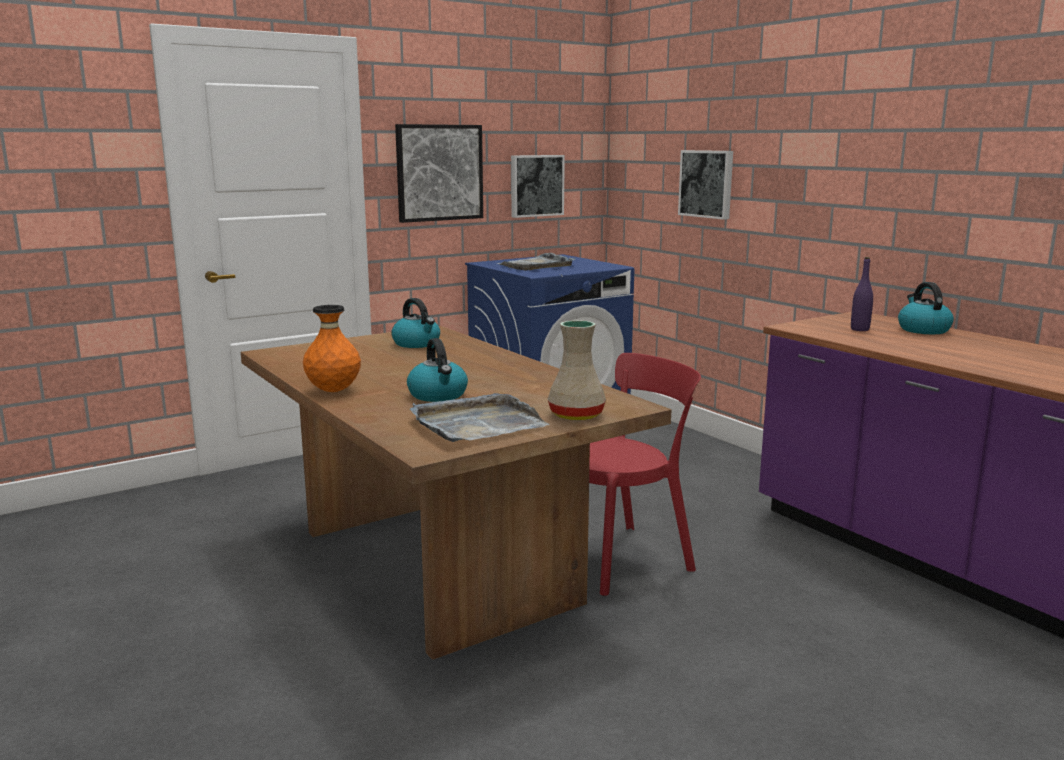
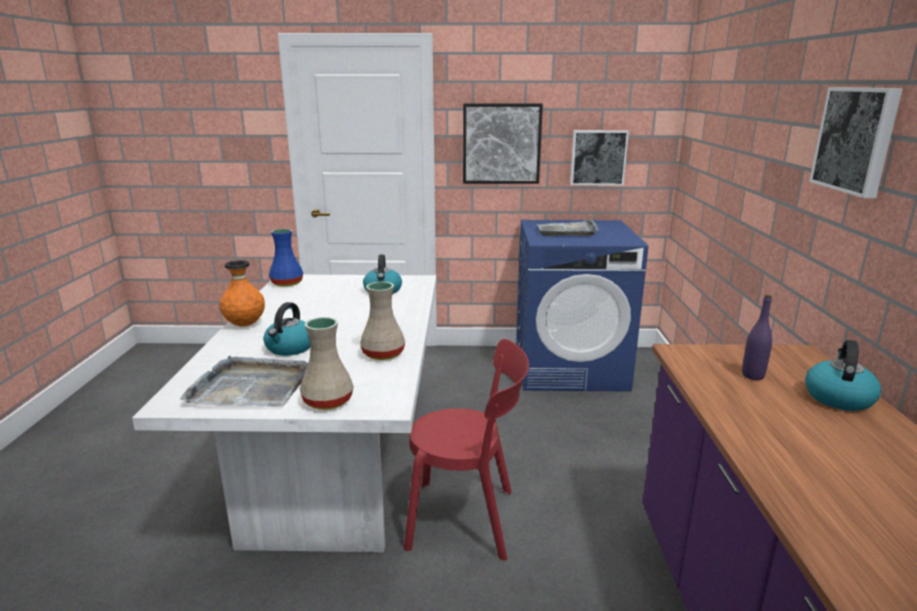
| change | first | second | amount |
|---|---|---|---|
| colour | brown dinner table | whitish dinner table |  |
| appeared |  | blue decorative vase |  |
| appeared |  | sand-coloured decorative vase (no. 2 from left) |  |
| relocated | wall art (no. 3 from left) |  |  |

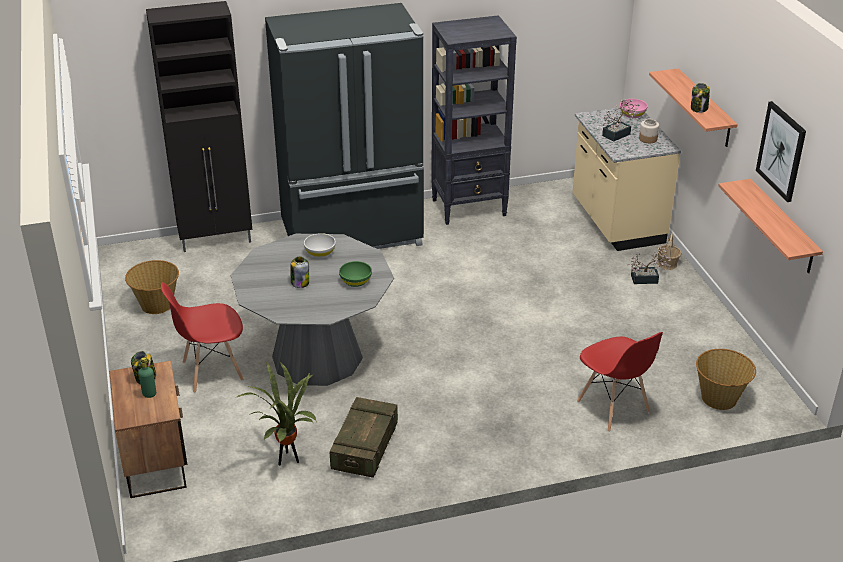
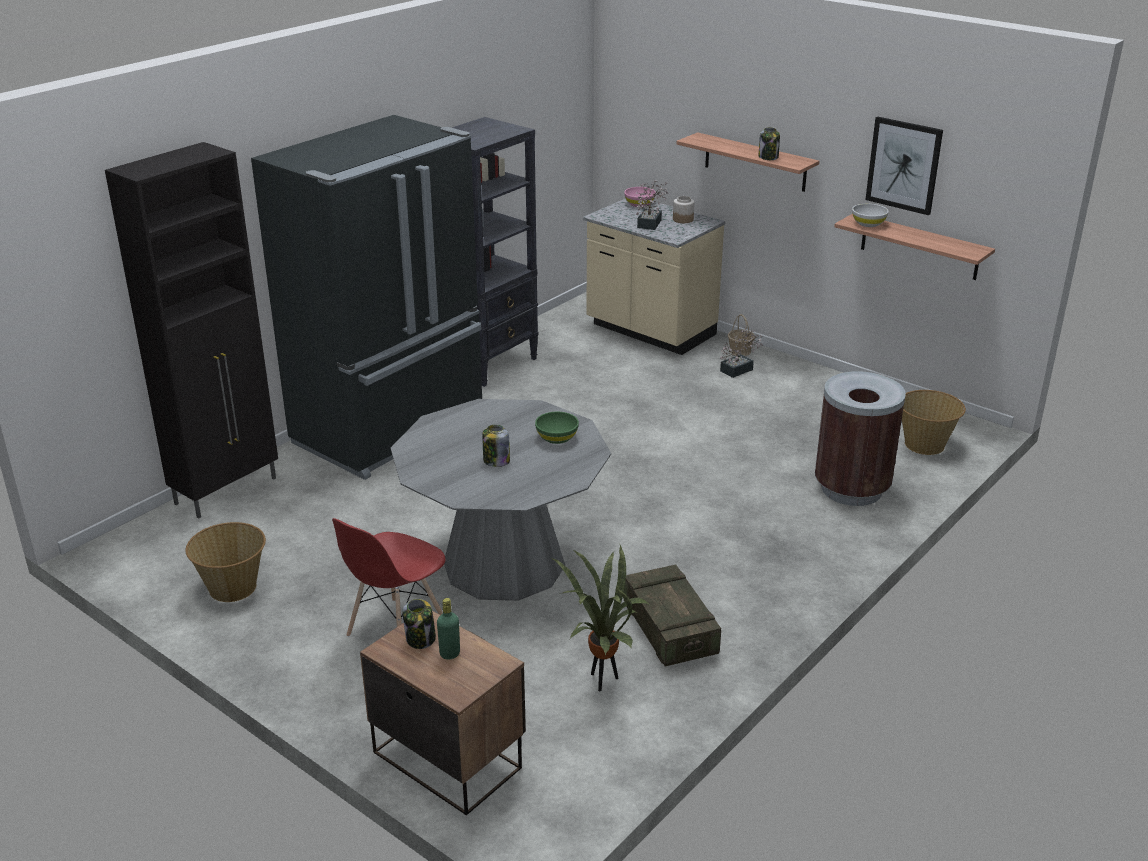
| change | first | second | amount |
|---|---|---|---|
| exchanged | red-coloured chair (no. 2 from left) | brown waste bin |  |
| relocated | whitish deep dish |  |  |

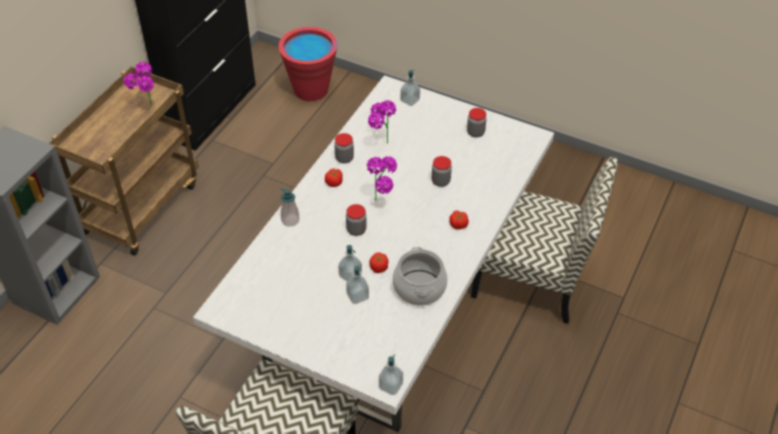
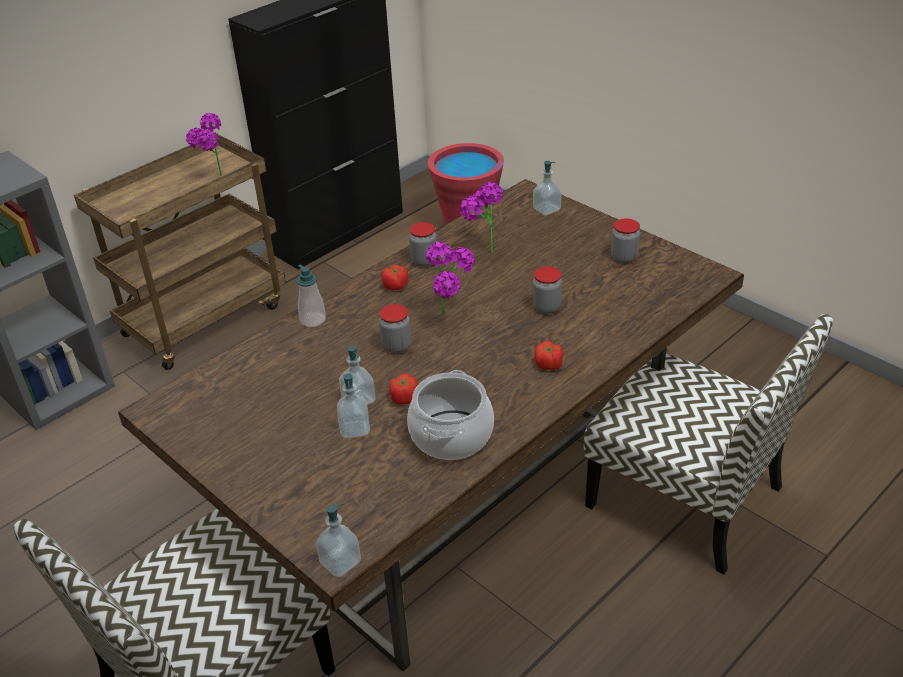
| change | first | second | amount |
|---|---|---|---|
| colour | whitish dinner table | brown dinner table |  |

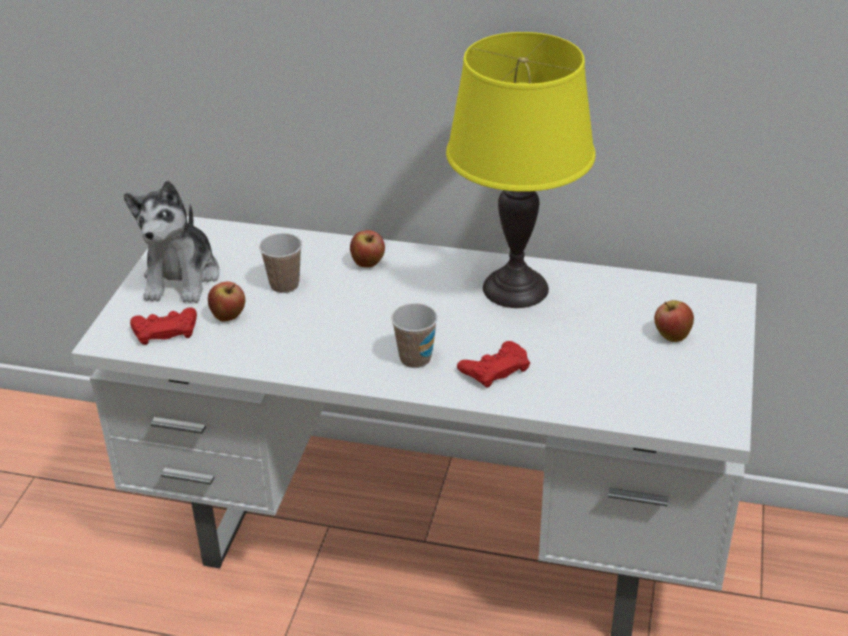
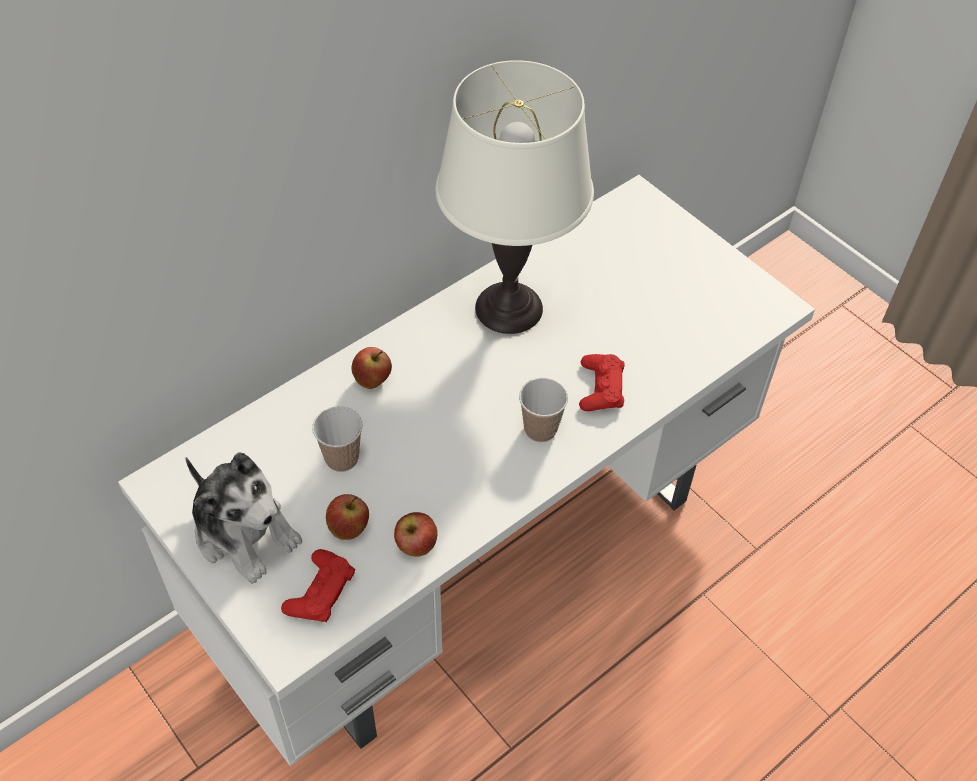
| change | first | second | amount |
|---|---|---|---|
| relocated | apple (no. 3 from left) |  |  |
| colour | yellowish lamp for a table | whitish lamp for a table |  |

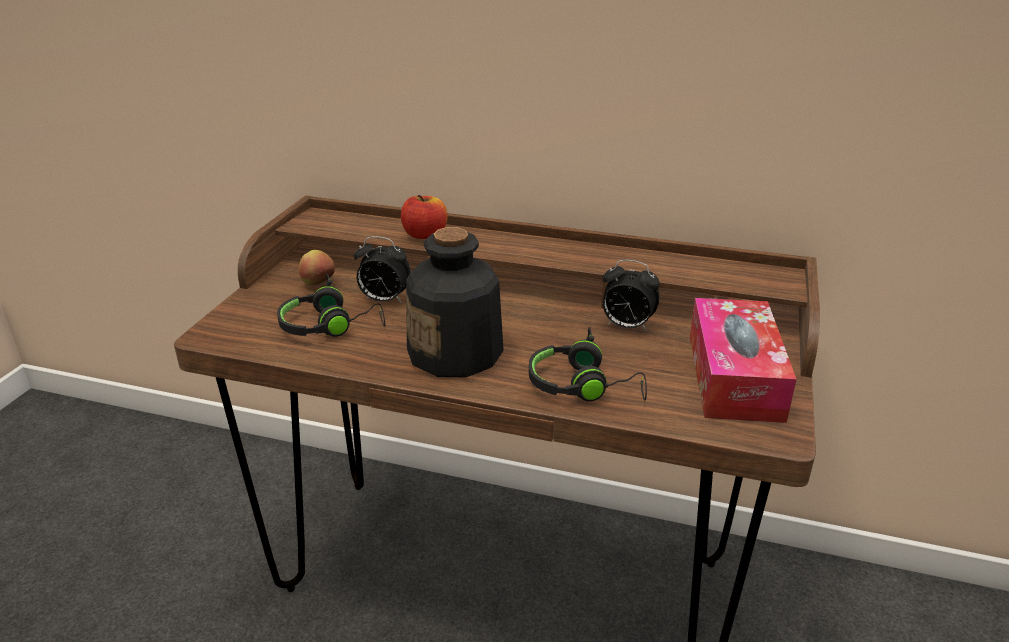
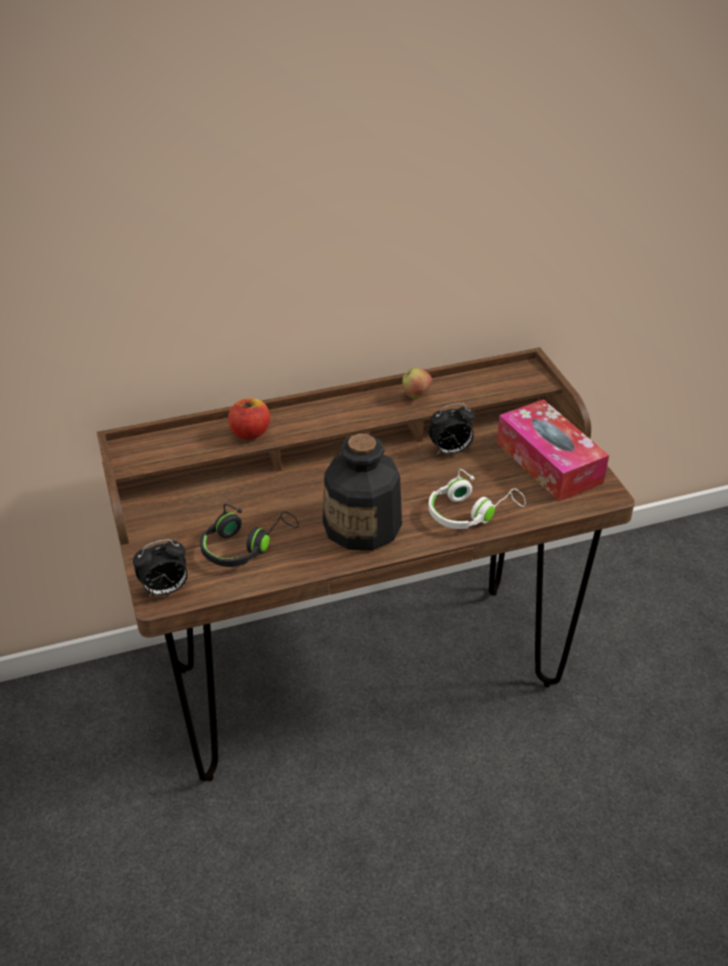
| change | first | second | amount |
|---|---|---|---|
| relocated | table clock (no. 1 from left) |  |  |
| relocated | apple (no. 1 from left in the first image) | apple (no. 2 from left) |  |
| colour | blackish headset (no. 2 from left) | whitish headset |  |

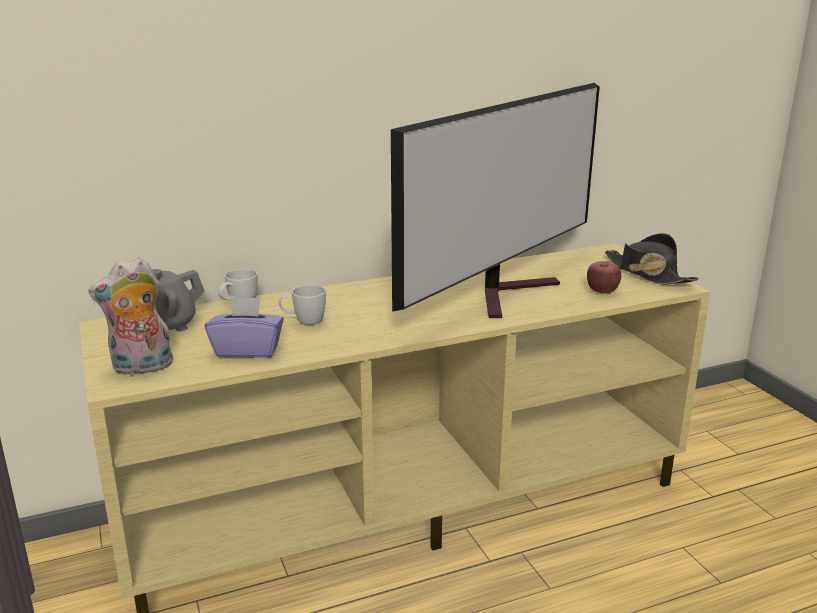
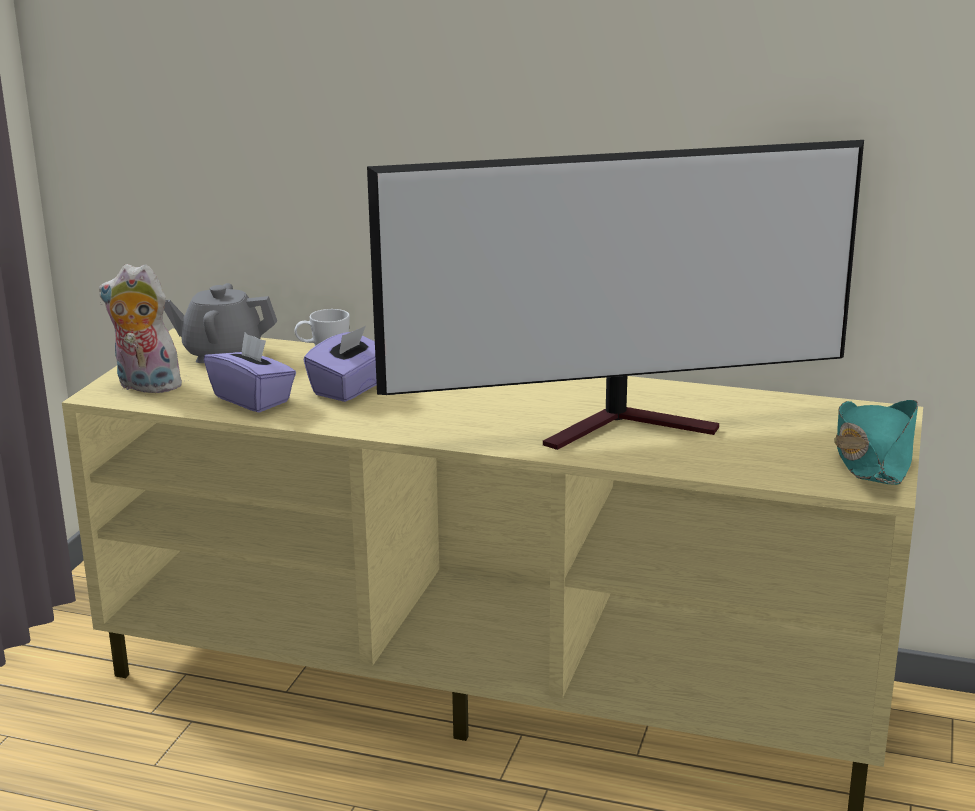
| change | first | second | amount |
|---|---|---|---|
| exchanged | whitish mug (no. 2 from left) | purple-coloured box of tissues (no. 2 from left) |  |
| colour | blackish wearable hat | turquoise wearable hat |  |
| missing | apple |  |  |

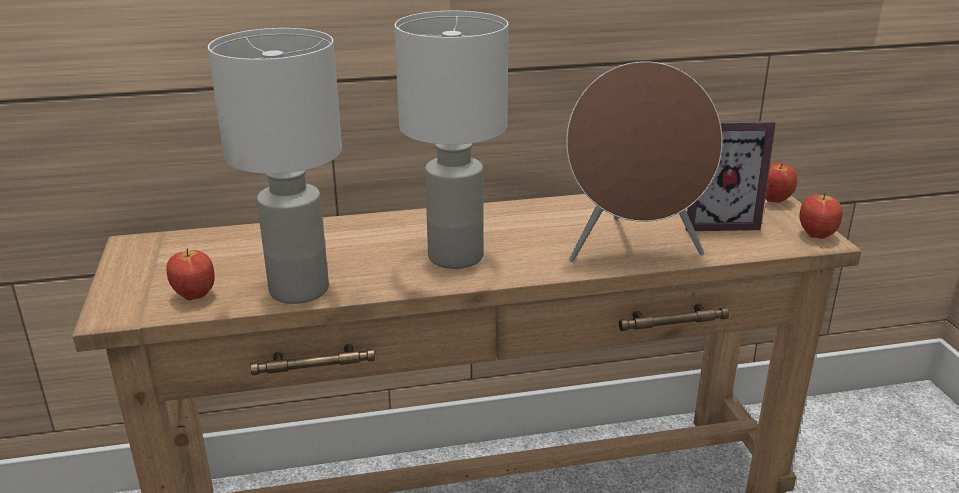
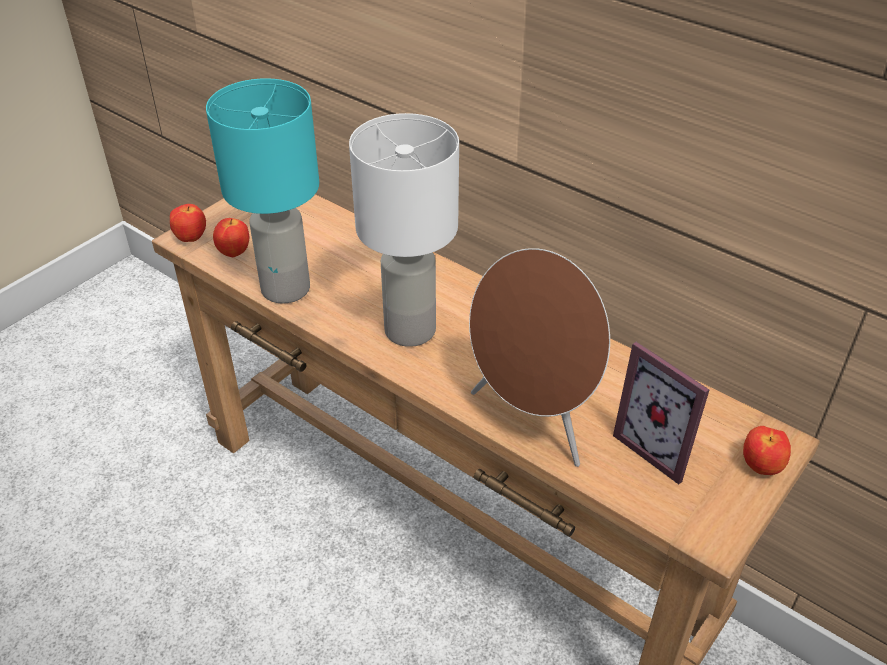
| change | first | second | amount |
|---|---|---|---|
| relocated | apple (no. 3 from left in the first image) | apple (no. 1 from left) |  |
| colour | whitish lamp for a table (no. 1 from left) | turquoise lamp for a table |  |

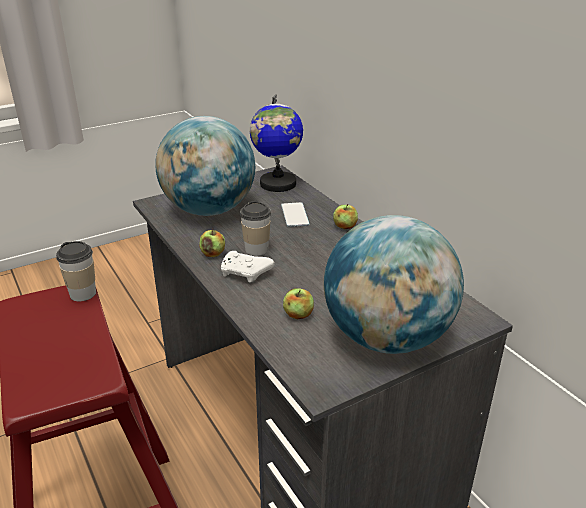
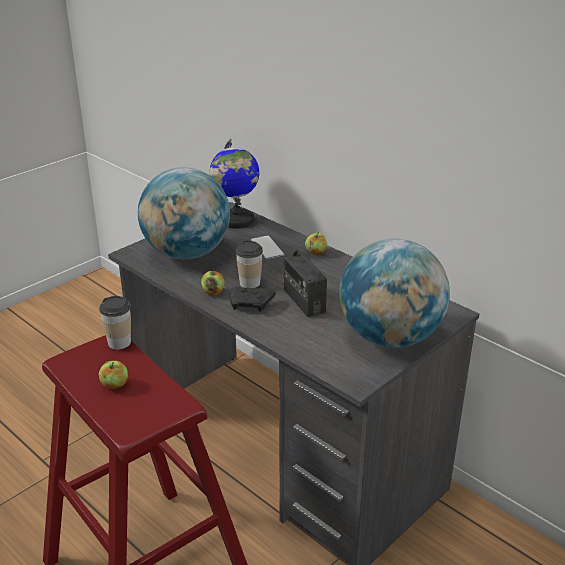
| change | first | second | amount |
|---|---|---|---|
| relocated | apple (no. 2 from left in the first image) | apple (no. 1 from left) |  |
| colour | whitish game controller | blackish game controller |  |
| appeared |  | radio receiver |  |

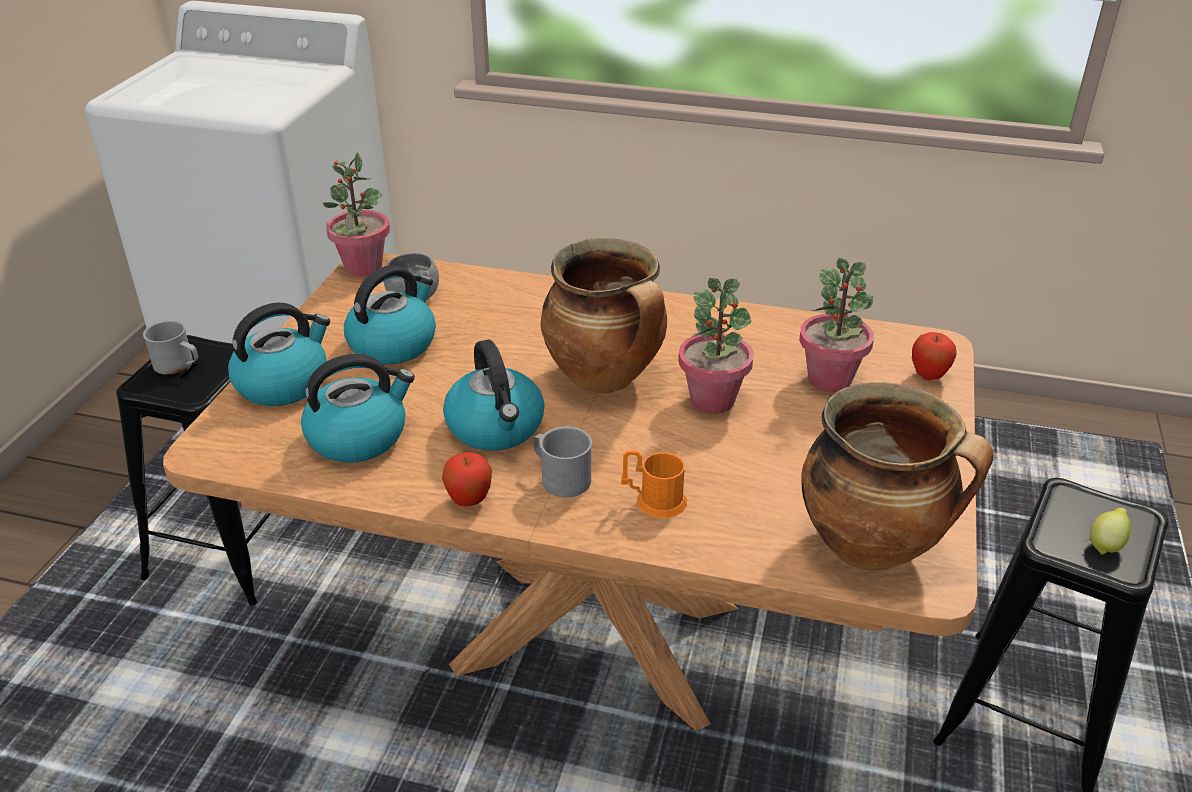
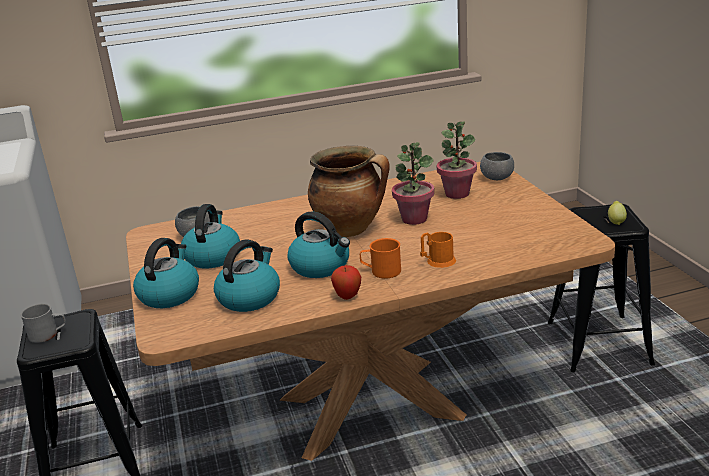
| change | first | second | amount |
|---|---|---|---|
| colour | gray mug (no. 2 from left) | orange mug (no. 1 from left) |  |
| exchanged | apple (no. 2 from left) | gray deep dish (no. 2 from left) |  |
| missing | houseplant (no. 1 from left) |  |  |
| missing | stockpot (no. 2 from left) |  |  |

